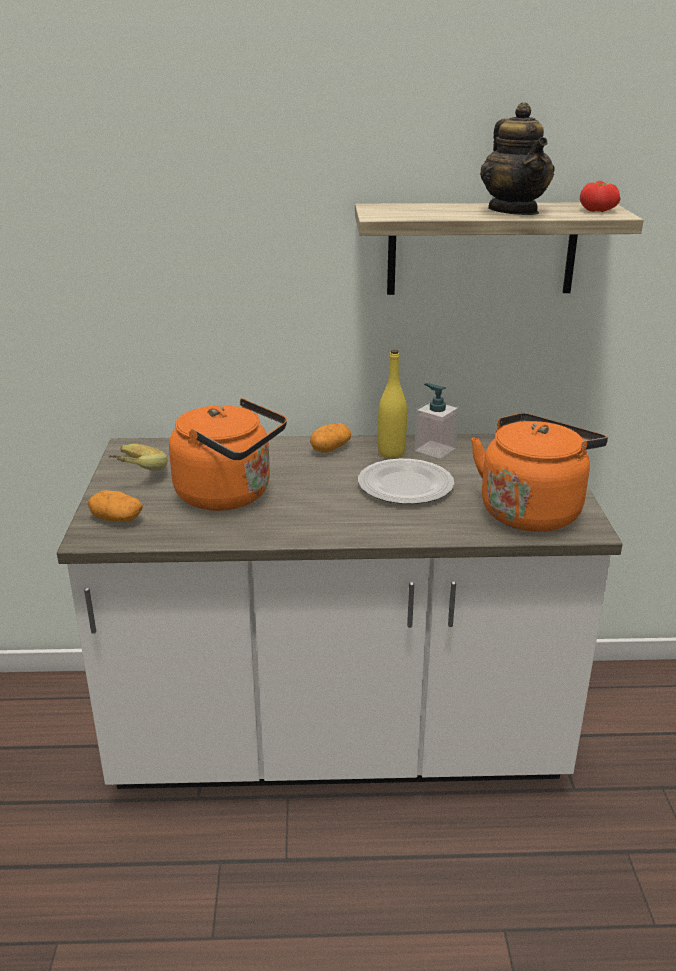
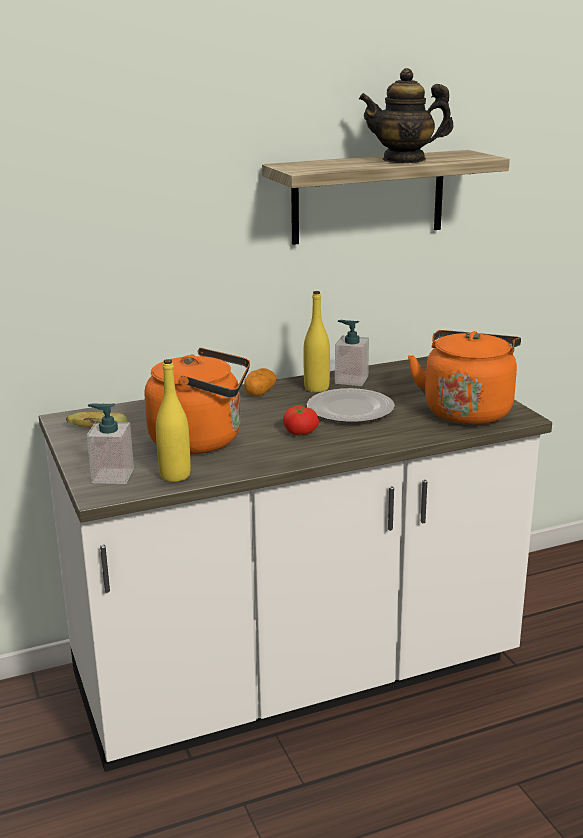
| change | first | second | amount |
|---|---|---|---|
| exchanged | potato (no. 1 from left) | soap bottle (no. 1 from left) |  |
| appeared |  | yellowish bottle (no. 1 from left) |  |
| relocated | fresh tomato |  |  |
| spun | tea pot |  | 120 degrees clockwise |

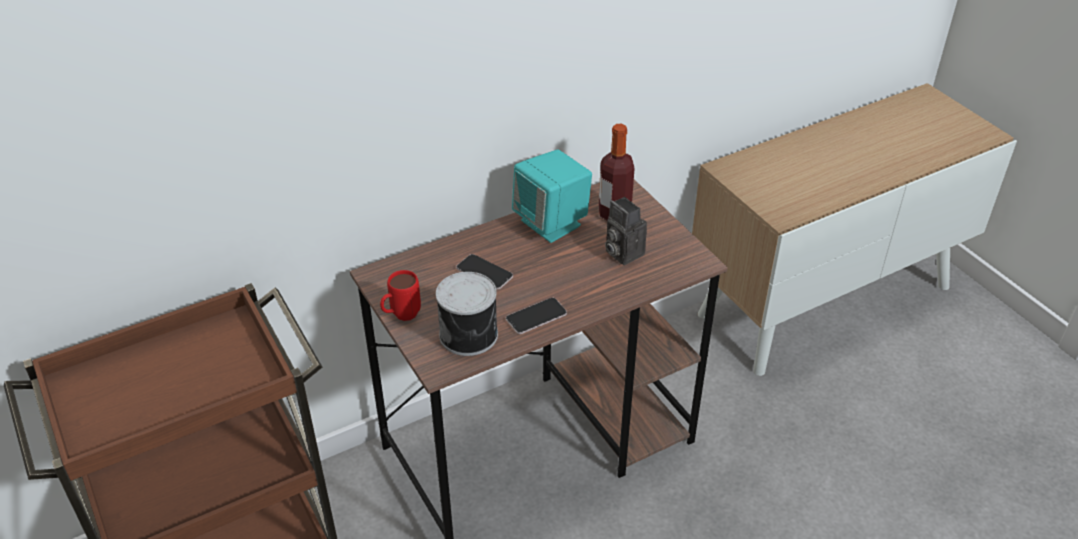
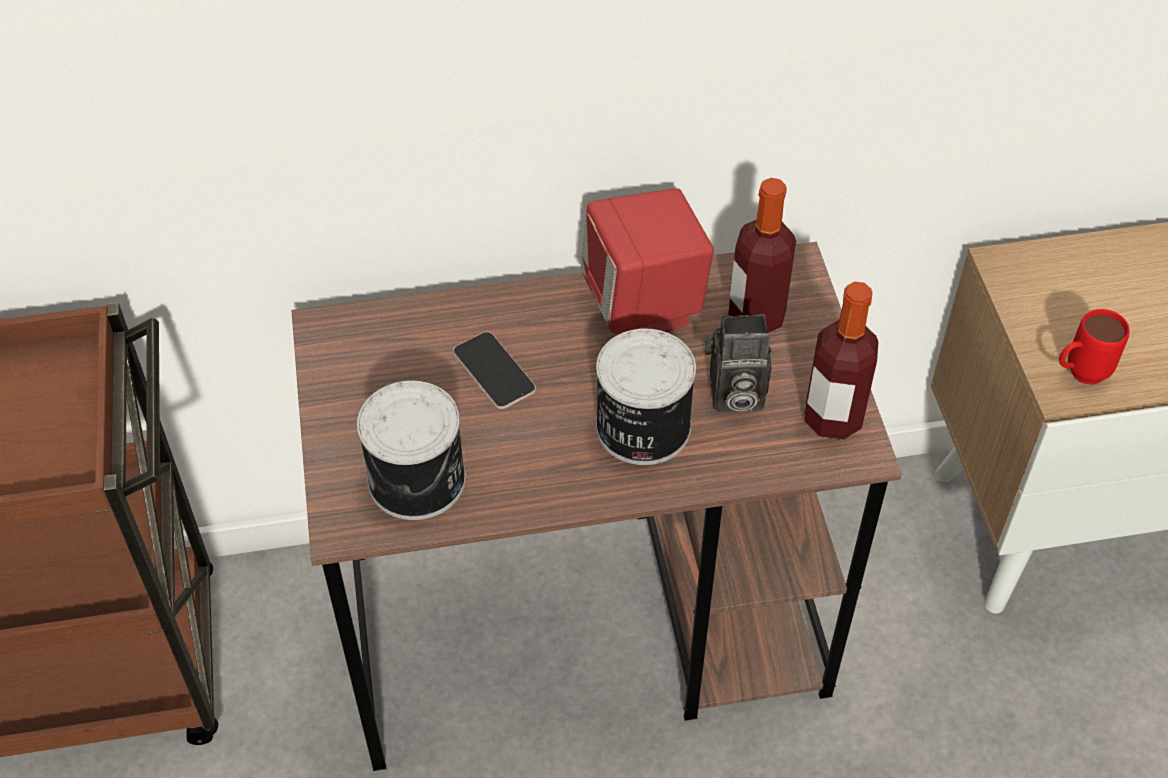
| change | first | second | amount |
|---|---|---|---|
| colour | turquoise speaker | red-coloured speaker |  |
| appeared |  | sealed can (no. 2 from left) |  |
| spun | photo camera |  | 75 degrees counterclockwise |
| appeared |  | bottle (no. 2 from left) |  |
| relocated | red-coloured mug |  |  |
| missing | telephone (no. 2 from left) |  |  |

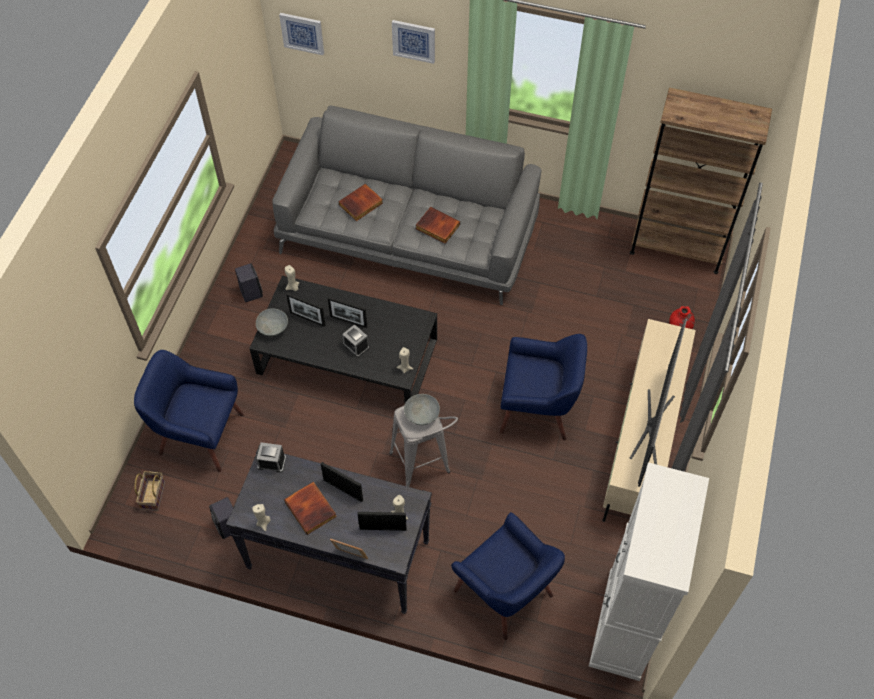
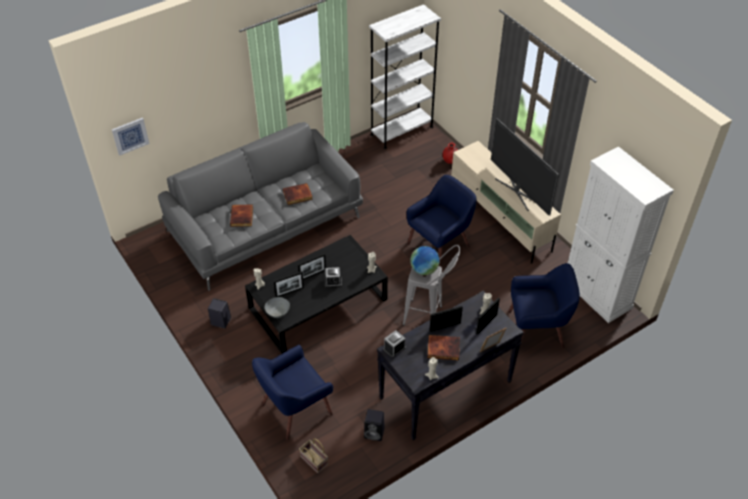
| change | first | second | amount |
|---|---|---|---|
| colour | brown bookshelf | whitish bookshelf |  |
| exchanged | gray deep dish (no. 2 from left) | globe |  |
| missing | wall art (no. 2 from left) |  |  |

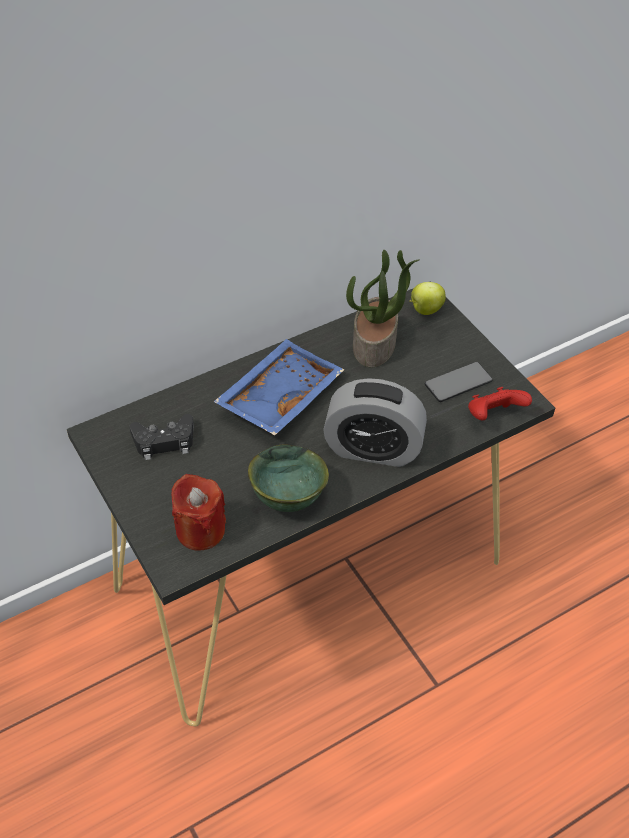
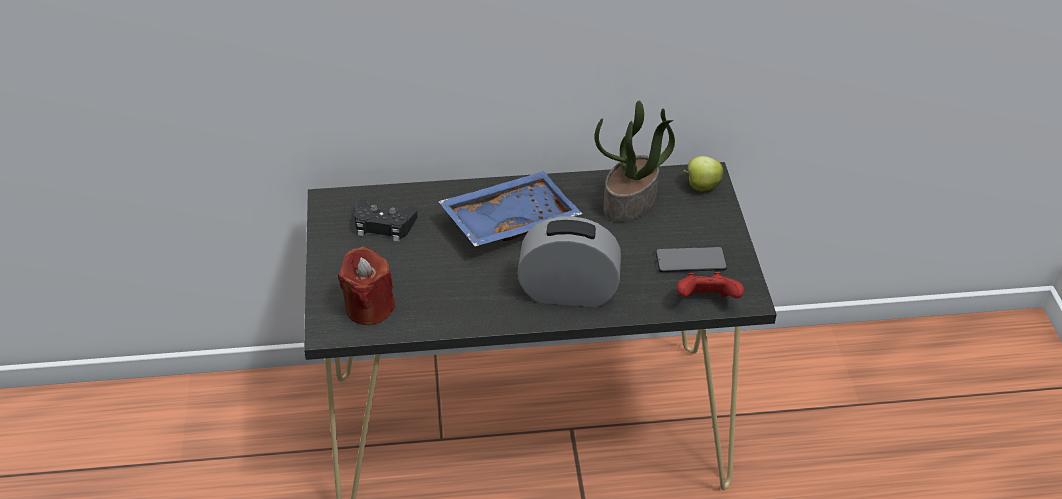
| change | first | second | amount |
|---|---|---|---|
| spun | table clock |  | 150 degrees clockwise |
| missing | green-coloured deep dish |  |  |

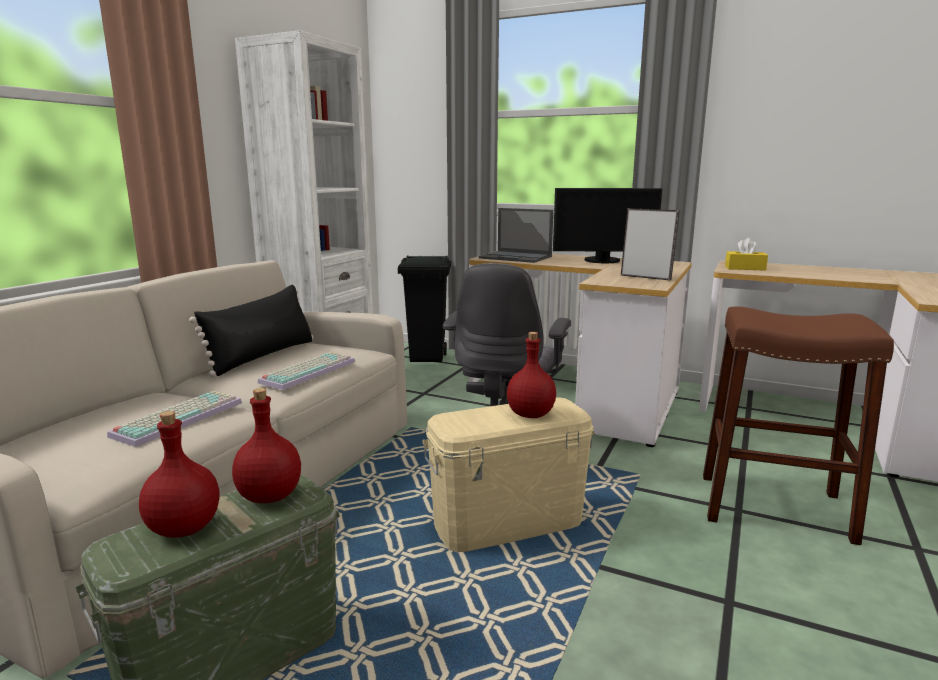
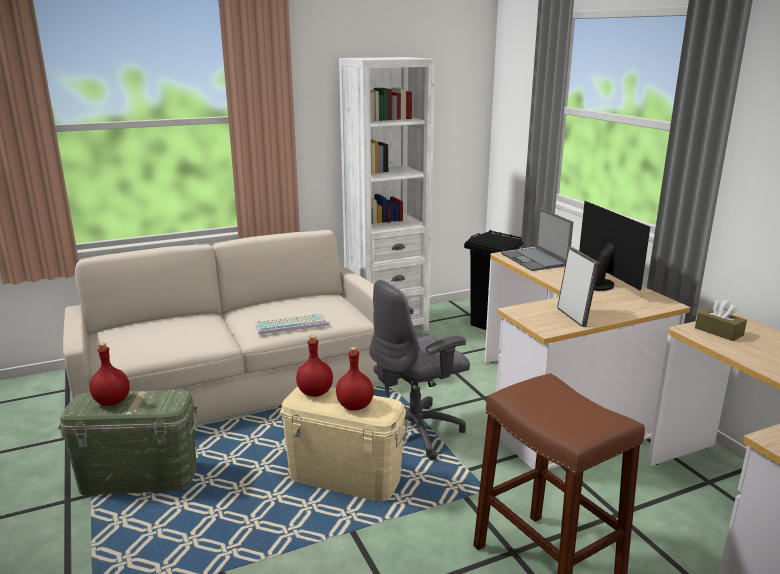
| change | first | second | amount |
|---|---|---|---|
| relocated | red-coloured bottle (no. 2 from left) |  |  |
| spun | monitor |  | 150 degrees counterclockwise |
| colour | yellowish box of tissues | brown box of tissues |  |
| missing | computer keyboard (no. 1 from left) |  |  |
| missing | blackish pillow |  |  |

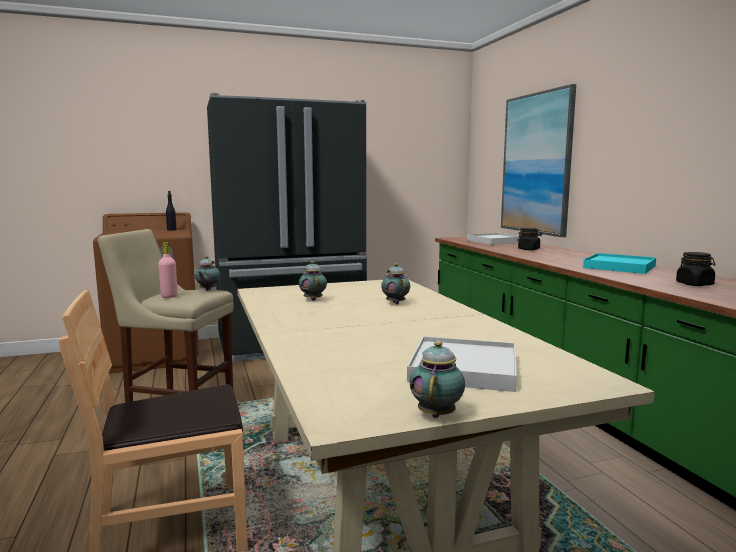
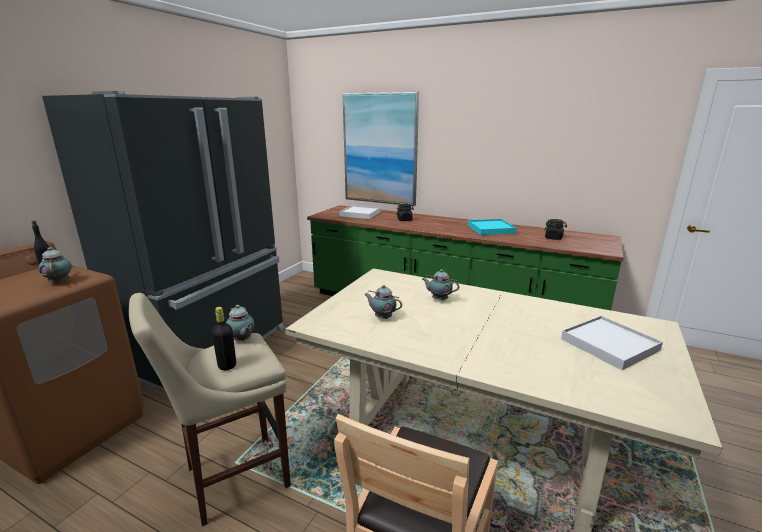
| change | first | second | amount |
|---|---|---|---|
| relocated | tea pot (no. 4 from left in the first image) | tea pot (no. 1 from left) |  |
| colour | pinkish bottle | blackish bottle (no. 2 from left) |  |

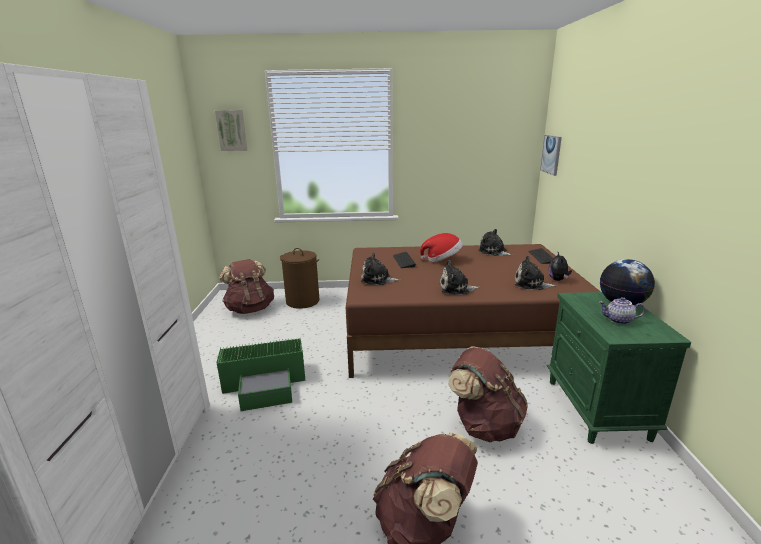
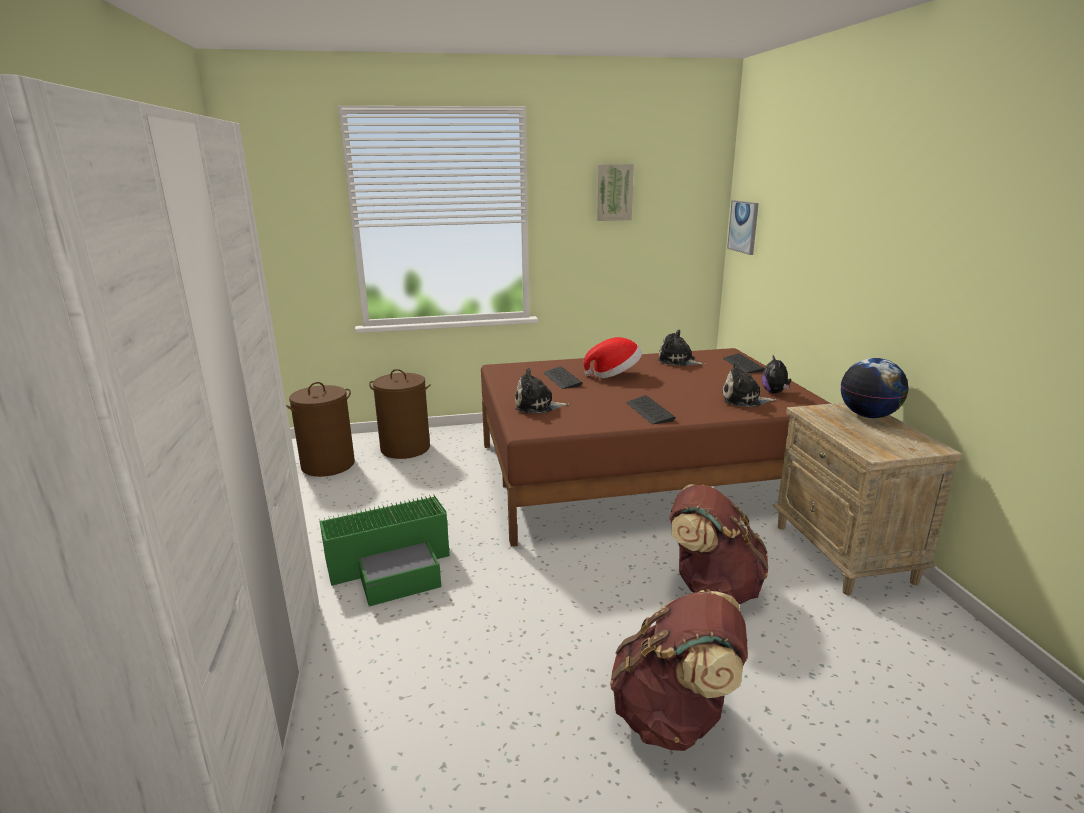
| change | first | second | amount |
|---|---|---|---|
| exchanged | brown rucksack (no. 1 from left) | brown washing basket (no. 1 from left) |  |
| relocated | wall art (no. 1 from left) |  |  |
| exchanged | soft toy (no. 2 from left) | computer keyboard (no. 2 from left) |  |
| colour | green-coloured bedside table | sand-coloured bedside table |  |
| missing | tea pot |  |  |

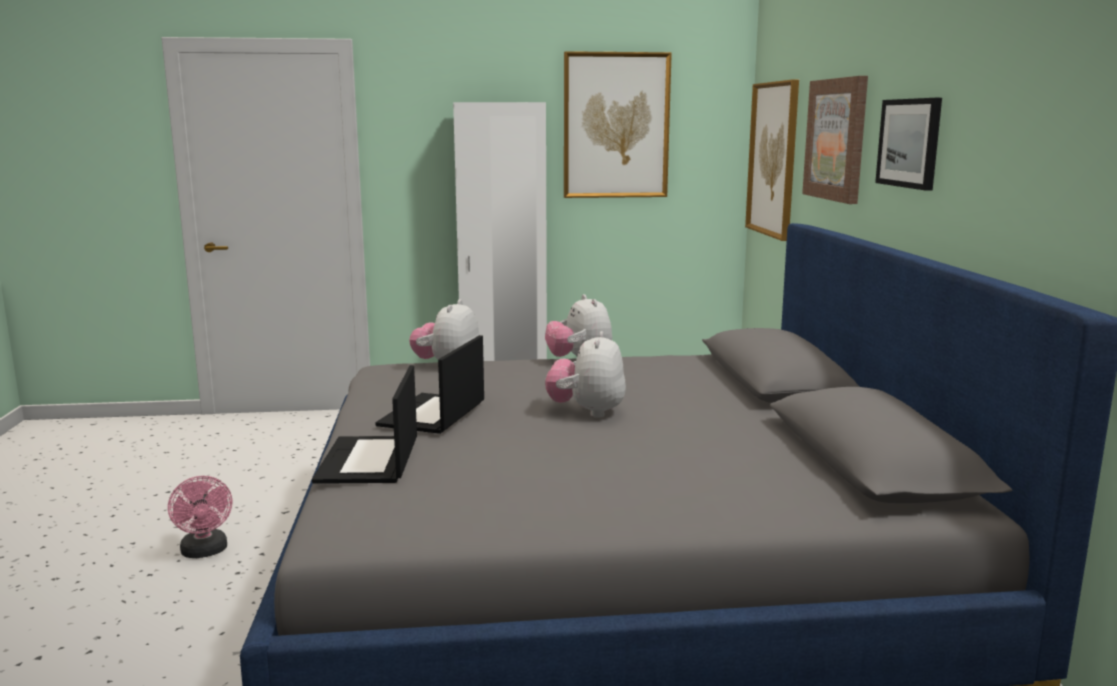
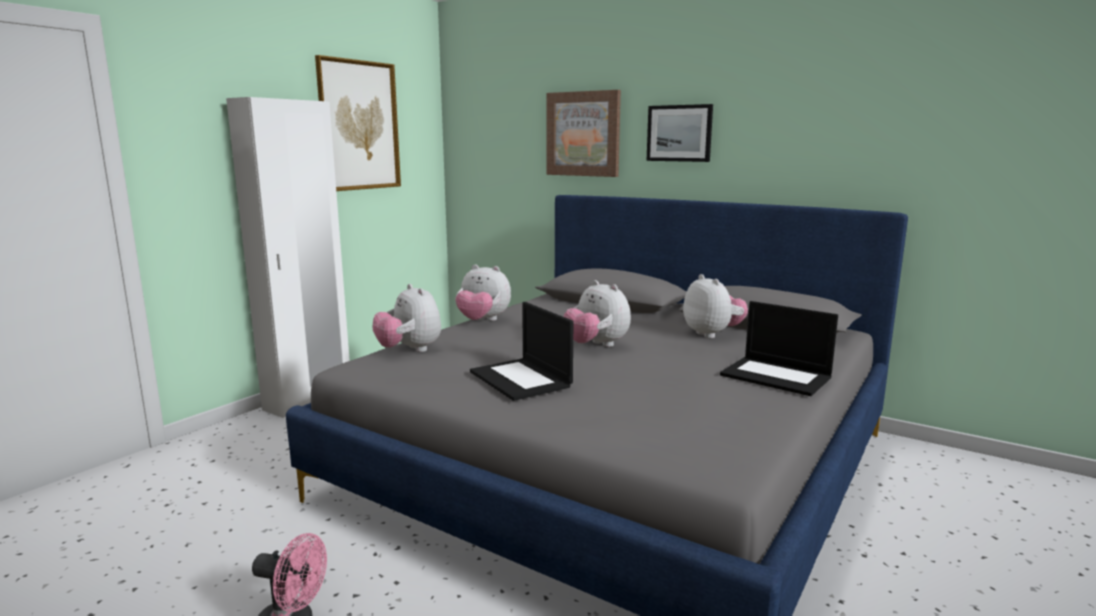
| change | first | second | amount |
|---|---|---|---|
| appeared |  | soft toy (no. 4 from left) |  |
| relocated | laptop (no. 1 from left in the first image) | laptop (no. 2 from left) |  |
| missing | wall art (no. 2 from left) |  |  |

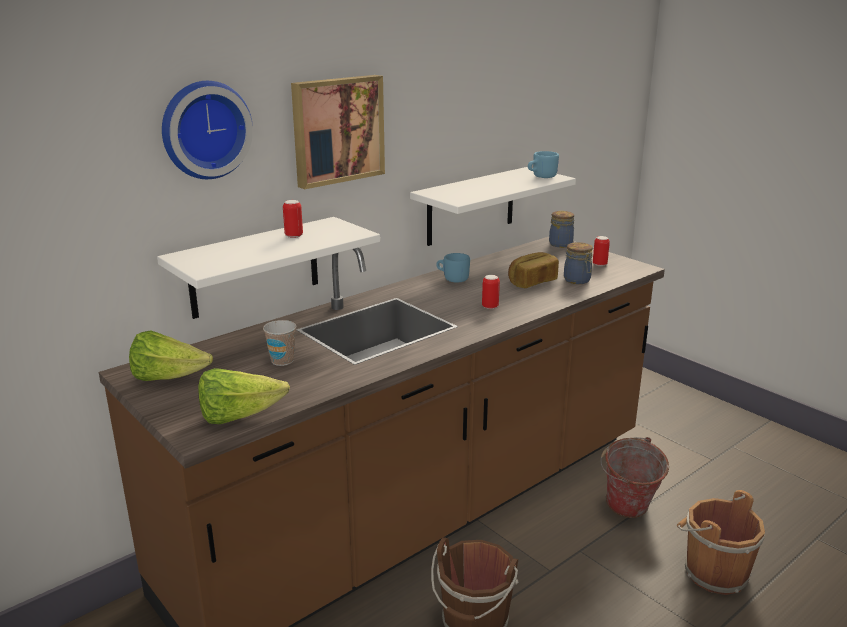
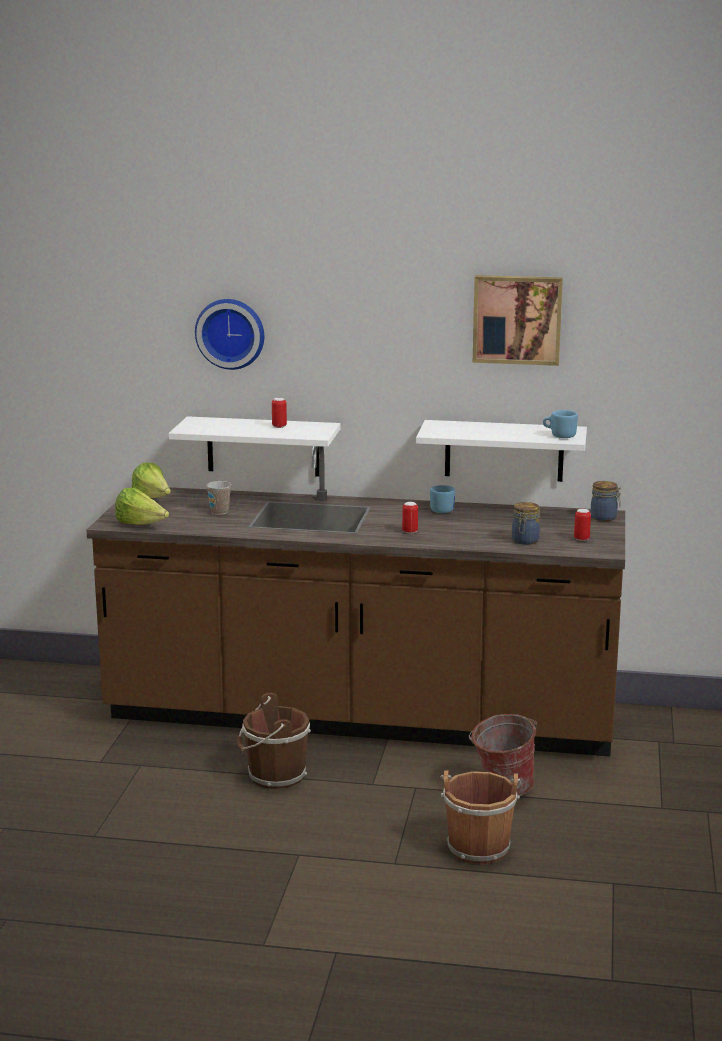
| change | first | second | amount |
|---|---|---|---|
| relocated | wall art |  |  |
| missing | baked bread |  |  |

